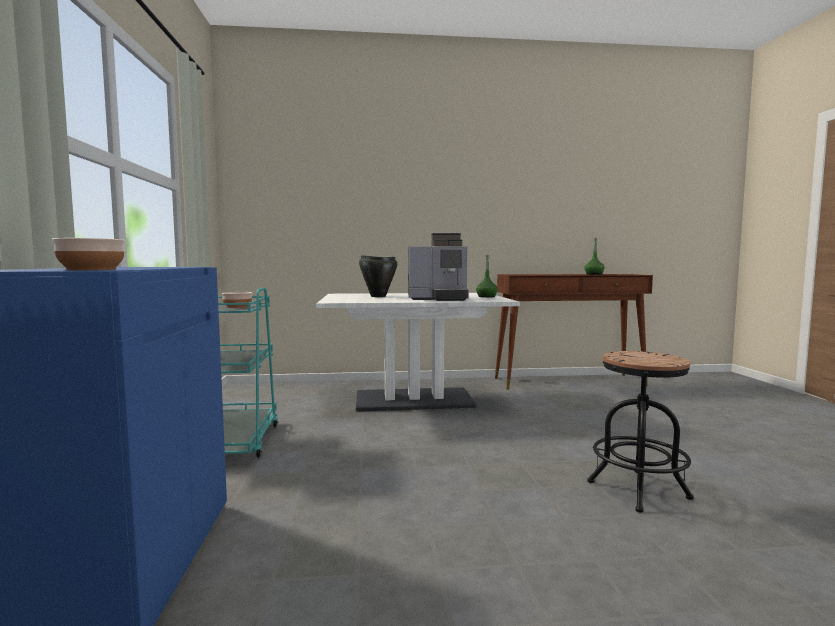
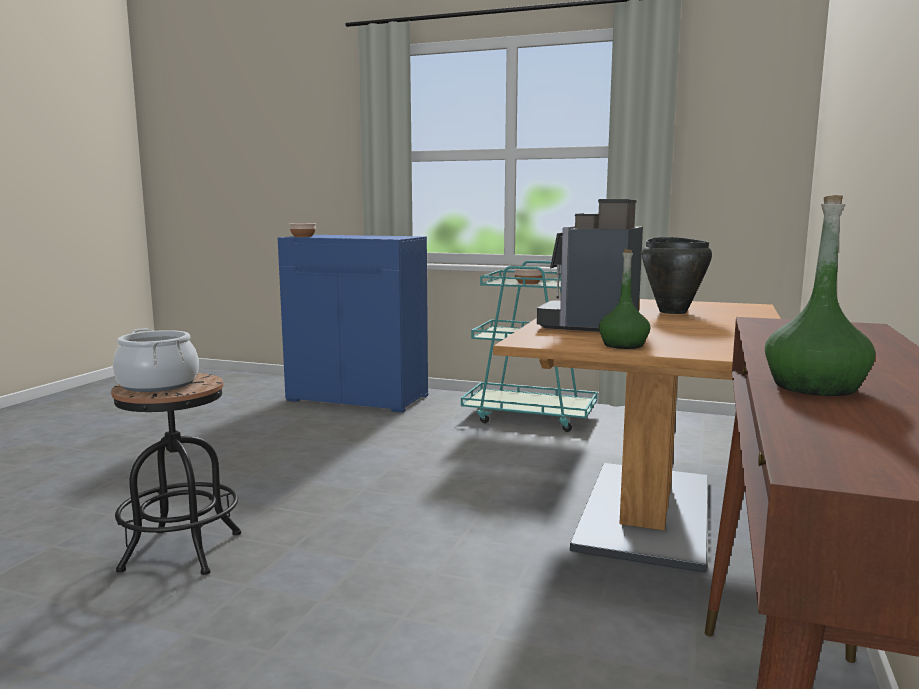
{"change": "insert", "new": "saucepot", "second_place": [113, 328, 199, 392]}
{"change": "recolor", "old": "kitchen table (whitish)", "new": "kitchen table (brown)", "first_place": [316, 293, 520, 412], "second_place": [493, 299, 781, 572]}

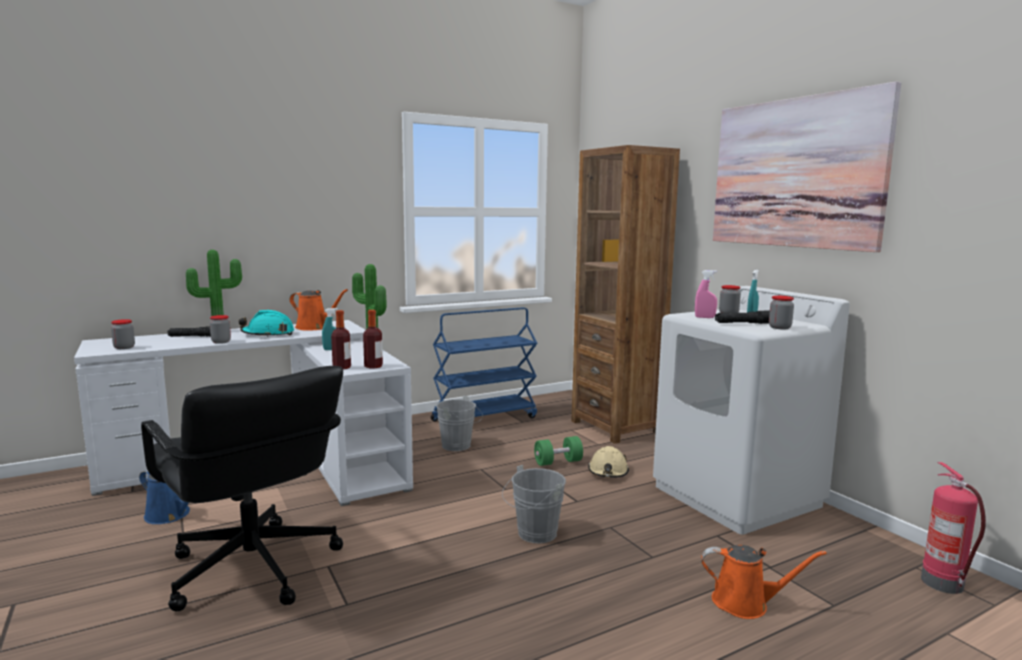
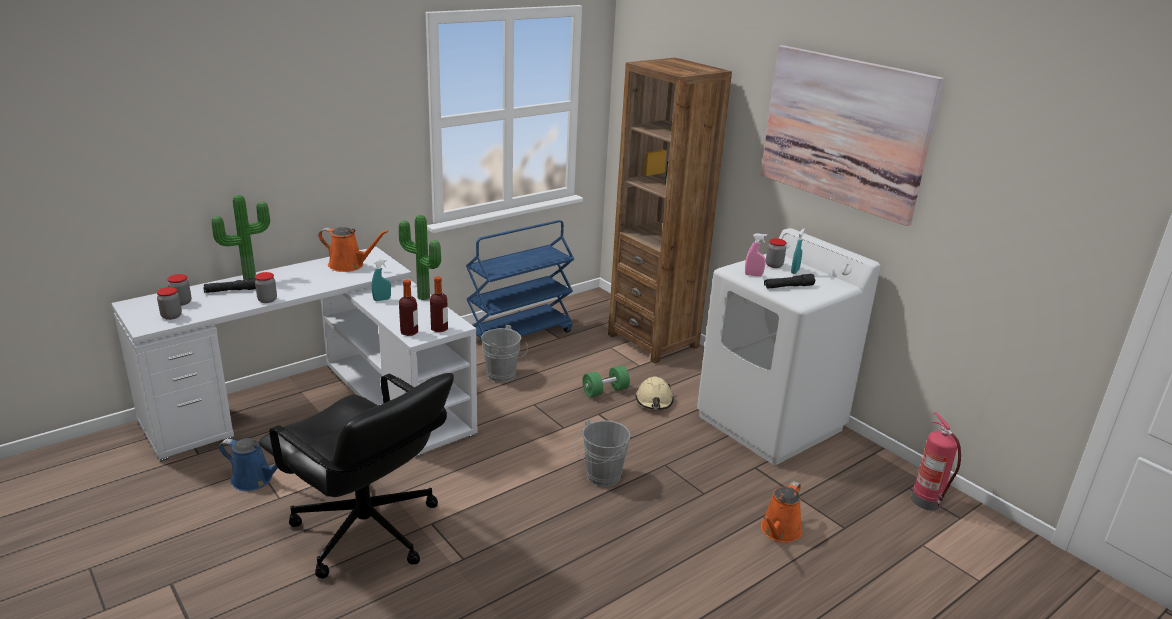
{"change": "delete", "old": "safety helmet (turquoise-coloured)", "first_place": [239, 310, 294, 337]}
{"change": "move", "old": "jar", "first_place": [769, 296, 794, 329], "second_place": [167, 274, 191, 306]}
{"change": "rotate", "old": "sprinkling can (orange)", "first_place": [701, 545, 827, 619], "second_place": [761, 481, 802, 543], "degrees": 120}

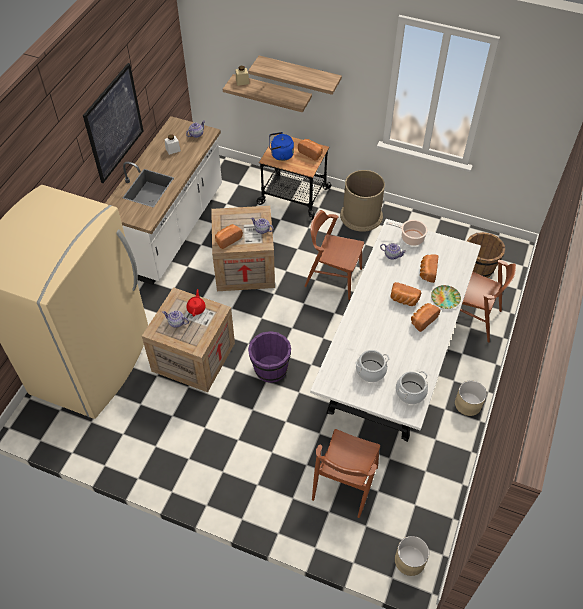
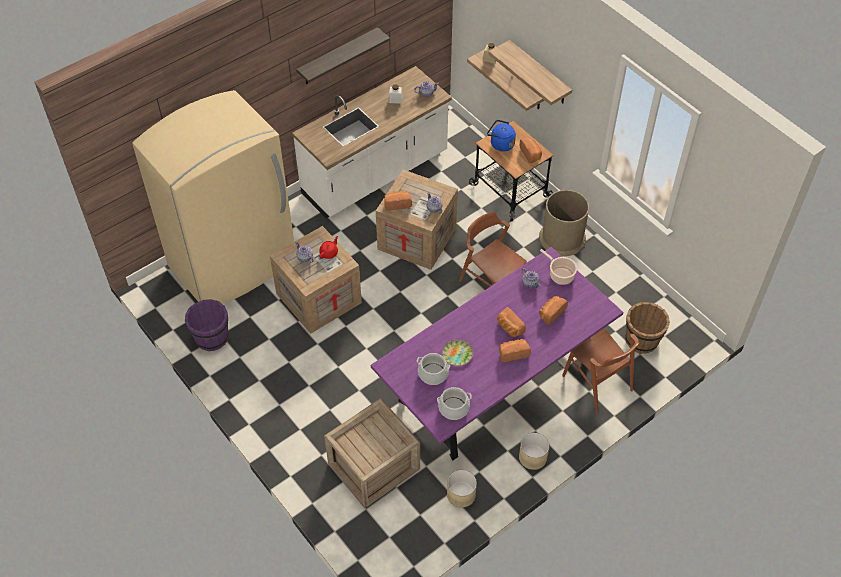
{"change": "move", "old": "water bucket (purple)", "first_place": [248, 331, 291, 383], "second_place": [185, 299, 228, 351]}
{"change": "move", "old": "plant pot (sand-coloured)", "first_place": [395, 536, 429, 576], "second_place": [447, 470, 477, 508]}
{"change": "move", "old": "plate", "first_place": [431, 285, 461, 309], "second_place": [442, 340, 473, 366]}
{"change": "replace", "old": "picture", "new": "bracket shelf", "first_place": [83, 63, 143, 183], "second_place": [296, 27, 390, 84]}
{"change": "replace", "old": "chair (brown)", "new": "crate", "first_place": [312, 429, 380, 518], "second_place": [324, 398, 420, 508]}
{"change": "recolor", "old": "kitchen table (whitish)", "new": "kitchen table (purple)", "first_place": [310, 219, 481, 442], "second_place": [371, 247, 623, 461]}

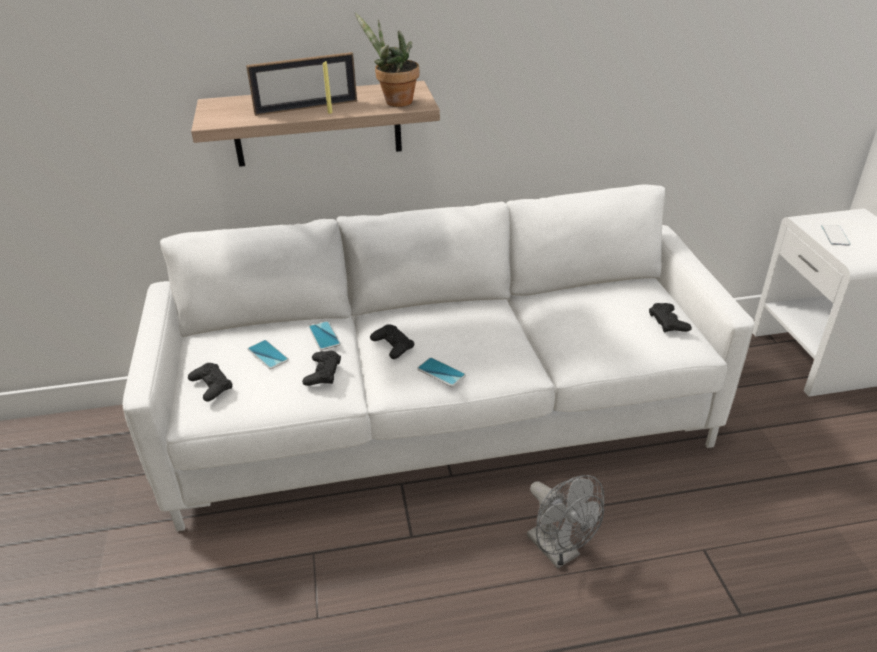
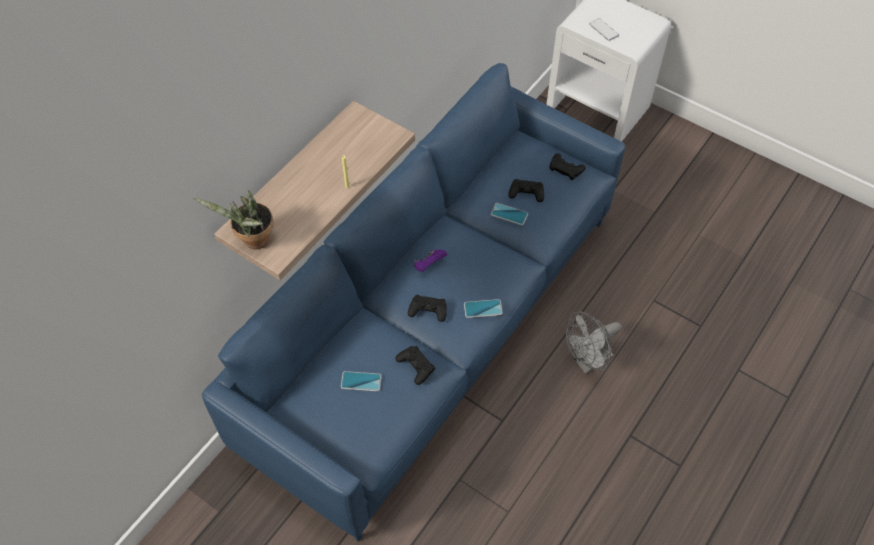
{"change": "delete", "old": "picture frame", "first_place": [246, 52, 357, 116]}
{"change": "insert", "new": "joypad (purple)", "second_place": [414, 249, 447, 272]}
{"change": "move", "old": "joypad (blackish)", "first_place": [188, 363, 233, 402], "second_place": [508, 179, 544, 202]}
{"change": "move", "old": "telephone", "first_place": [308, 321, 341, 350], "second_place": [491, 203, 528, 225]}
{"change": "move", "old": "potted plant", "first_place": [355, 13, 419, 107], "second_place": [193, 190, 274, 250]}
{"change": "recolor", "old": "sofa (whitish)", "new": "sofa (blue)", "first_place": [123, 185, 755, 531], "second_place": [202, 63, 625, 542]}
{"change": "rotate", "old": "fan (grey)", "first_place": [527, 475, 604, 569], "second_place": [566, 311, 622, 374], "degrees": 135}

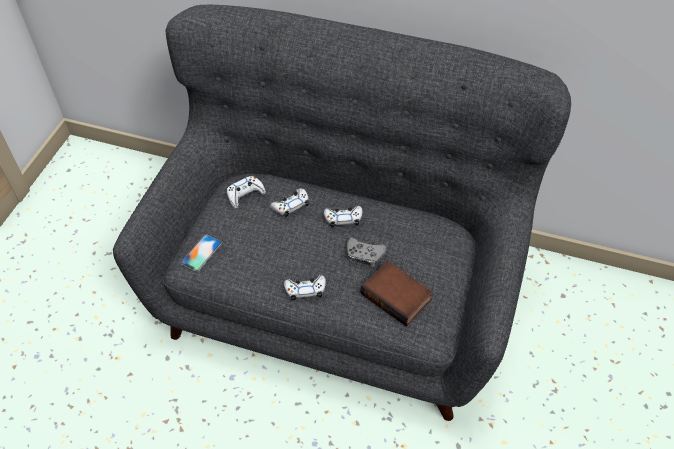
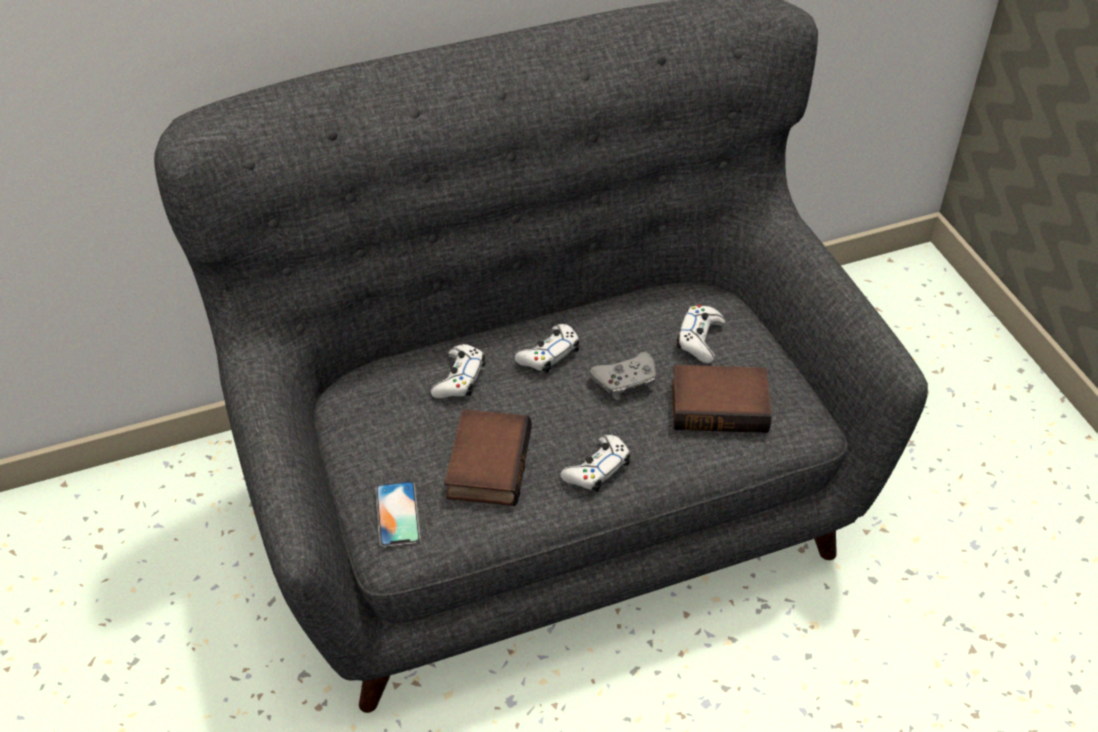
{"change": "insert", "new": "volume", "second_place": [445, 409, 532, 506]}
{"change": "move", "old": "joypad (whitish)", "first_place": [227, 176, 266, 209], "second_place": [677, 305, 726, 363]}

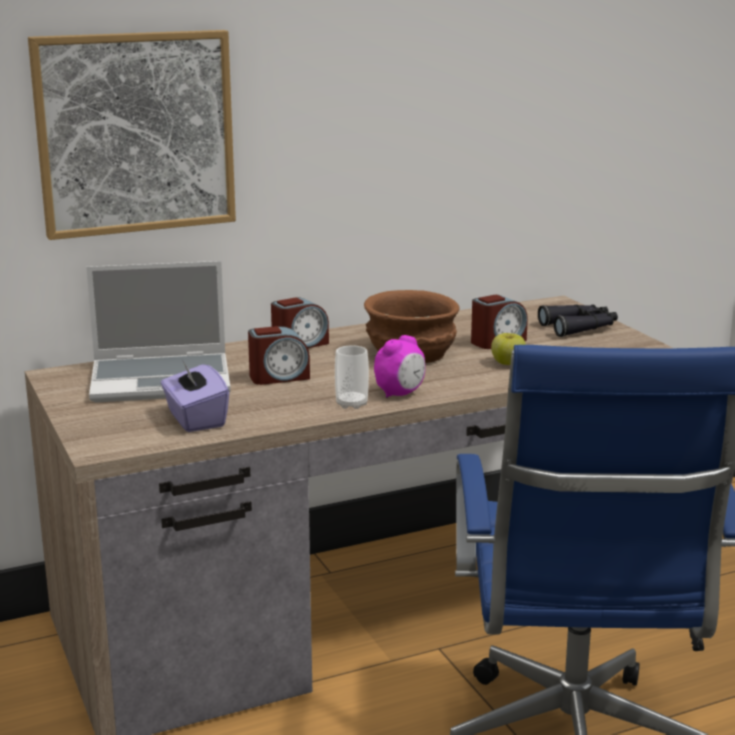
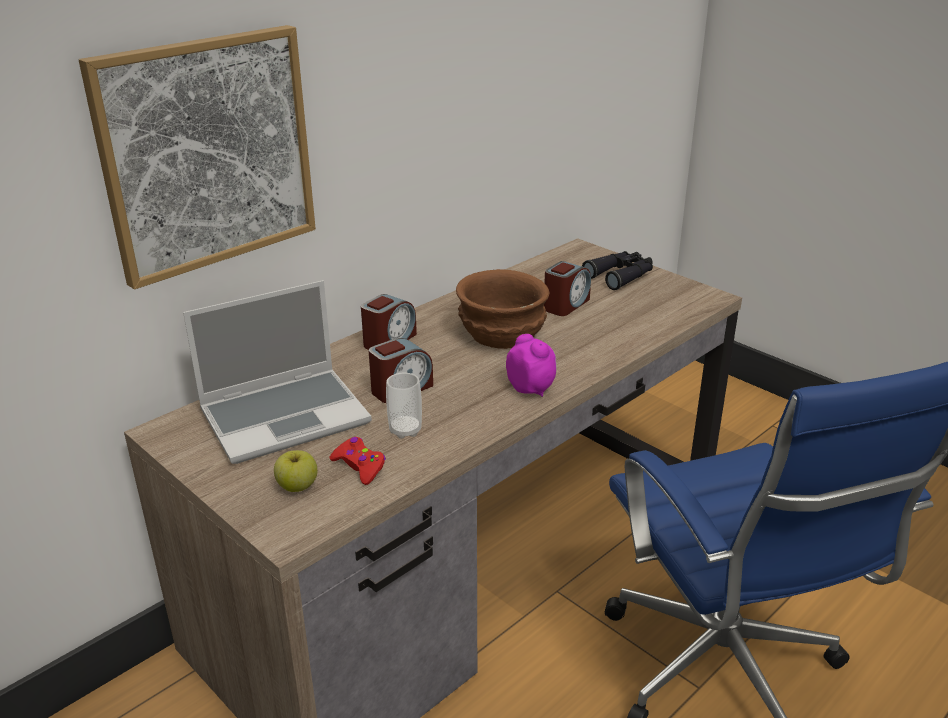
{"change": "move", "old": "cup", "first_place": [335, 345, 369, 409], "second_place": [386, 373, 422, 439]}
{"change": "move", "old": "apple", "first_place": [491, 333, 526, 365], "second_place": [274, 450, 317, 492]}
{"change": "replace", "old": "box of tissues (purple)", "new": "joypad (reddish)", "first_place": [161, 360, 229, 432], "second_place": [330, 437, 386, 485]}
{"change": "rotate", "old": "bedside clock", "first_place": [374, 335, 425, 398], "second_place": [506, 334, 557, 397], "degrees": -60}

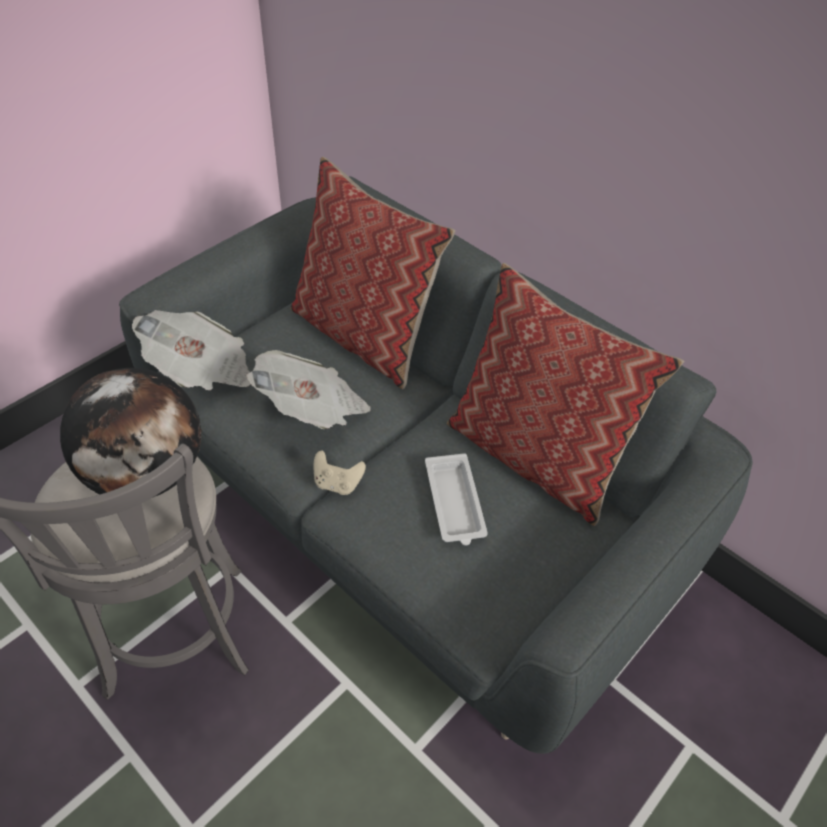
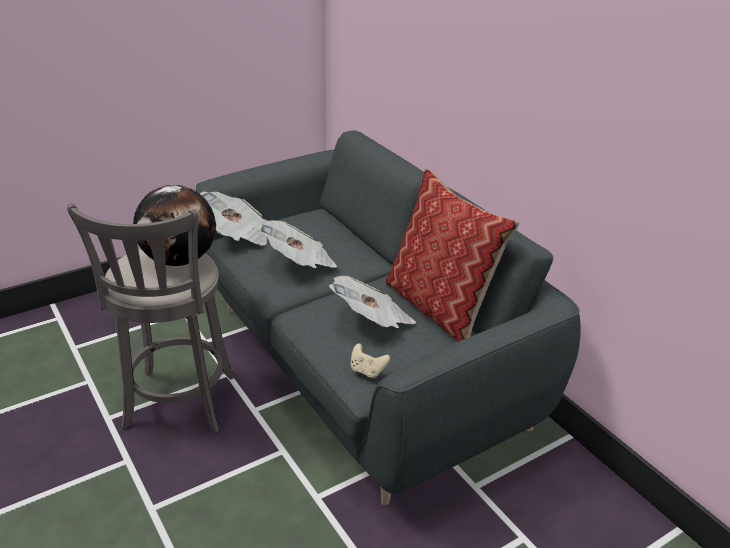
{"change": "delete", "old": "throw pillow", "first_place": [290, 157, 456, 390]}
{"change": "move", "old": "joypad (sand-coloured)", "first_place": [314, 450, 366, 495], "second_place": [351, 343, 390, 378]}
{"change": "replace", "old": "serving tray (whitish)", "new": "newspaper", "first_place": [425, 453, 488, 545], "second_place": [329, 276, 416, 328]}

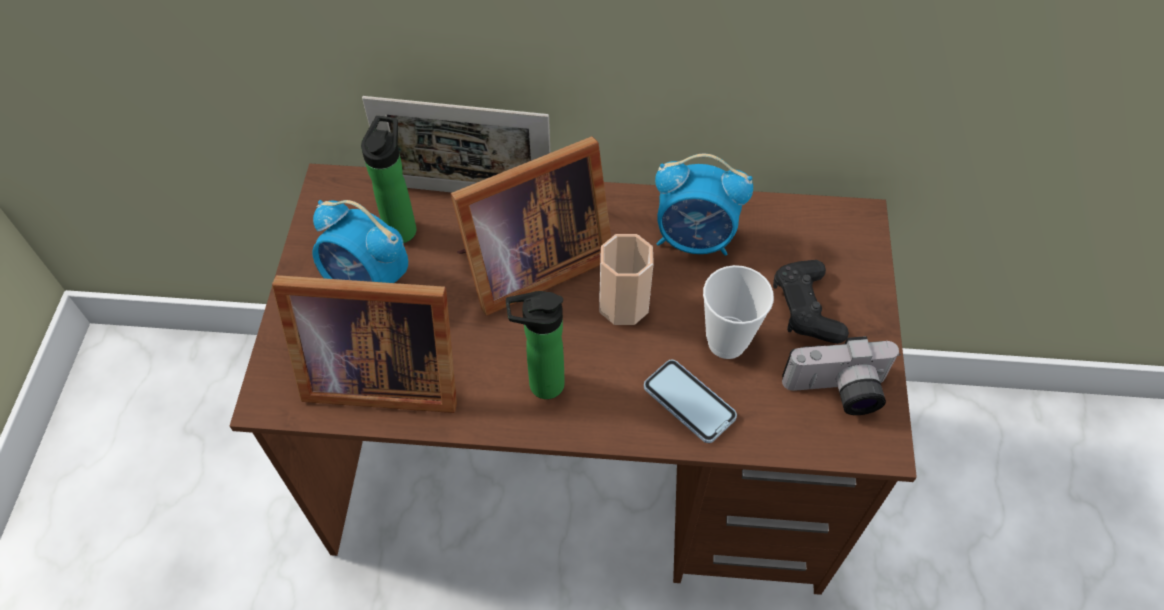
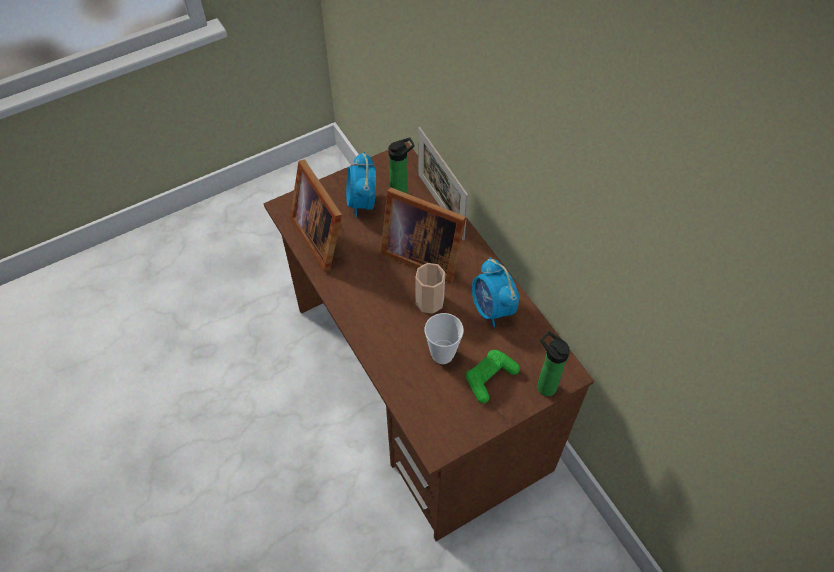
{"change": "delete", "old": "telephone", "first_place": [644, 360, 737, 443]}
{"change": "delete", "old": "still camera", "first_place": [782, 336, 901, 415]}
{"change": "move", "old": "drink bottle", "first_place": [506, 291, 565, 399], "second_place": [537, 331, 570, 396]}
{"change": "recolor", "old": "joypad (blackish)", "new": "joypad (green)", "first_place": [773, 260, 849, 344], "second_place": [466, 350, 520, 403]}

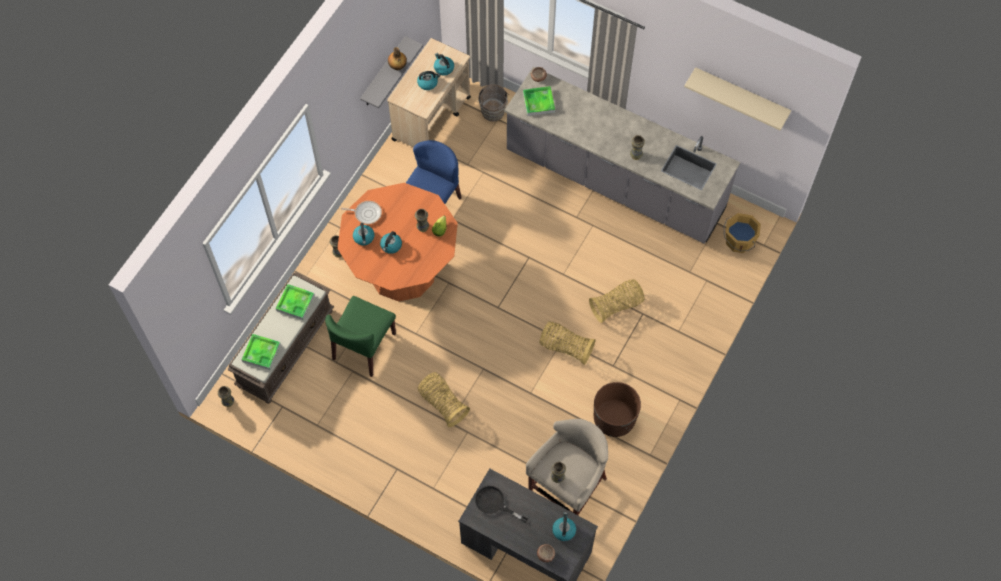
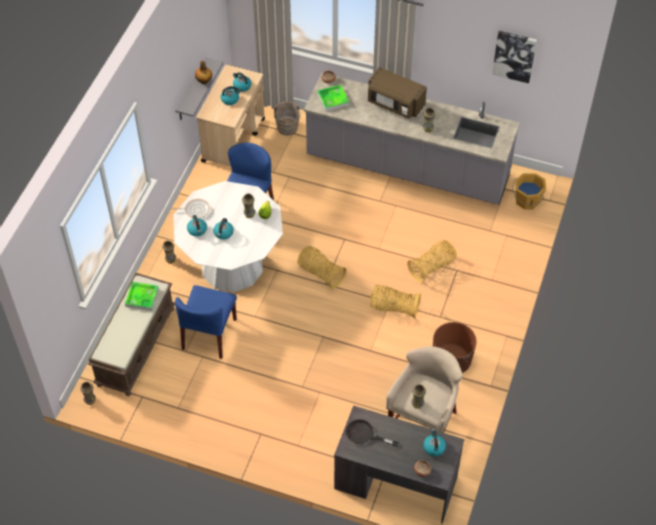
{"change": "delete", "old": "serving tray", "first_place": [242, 334, 281, 370]}
{"change": "insert", "new": "microwave oven (brown)", "second_place": [368, 67, 427, 119]}
{"change": "move", "old": "storage basket", "first_place": [418, 372, 470, 427], "second_place": [297, 246, 346, 289]}
{"change": "replace", "old": "bracket shelf (sand-coloured)", "new": "picture", "first_place": [684, 67, 791, 131], "second_place": [492, 31, 537, 83]}
{"change": "recolor", "old": "chair (green)", "new": "chair (blue)", "first_place": [325, 296, 396, 377], "second_place": [175, 285, 237, 359]}
{"change": "recolor", "old": "kitchen table (orange)", "new": "kitchen table (whitish)", "first_place": [337, 183, 458, 302], "second_place": [173, 181, 283, 292]}

